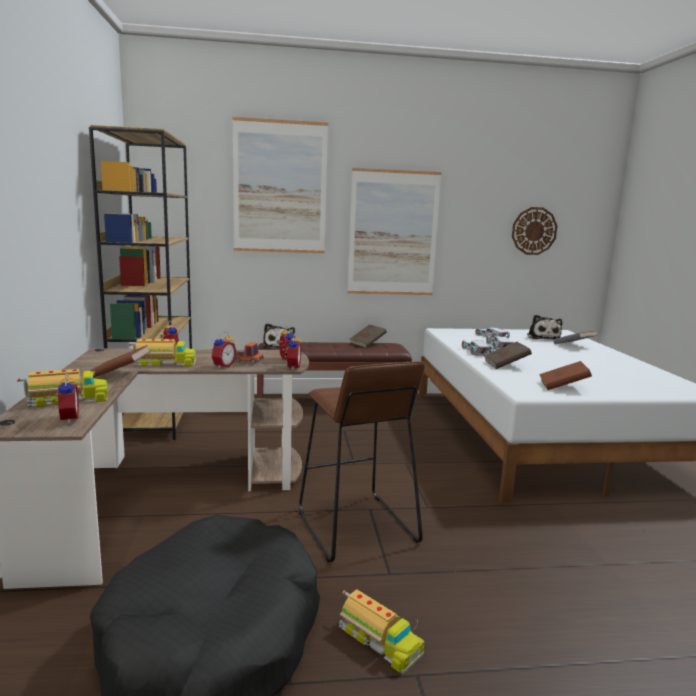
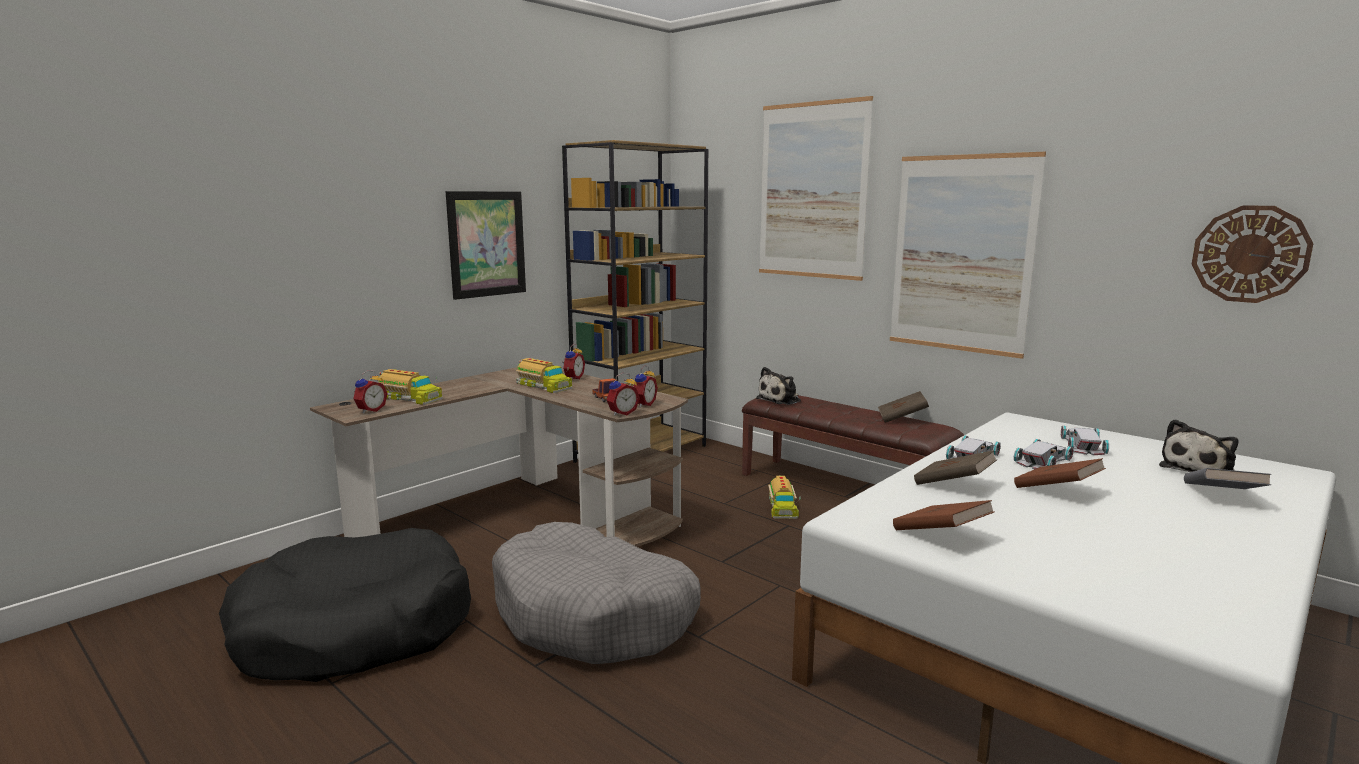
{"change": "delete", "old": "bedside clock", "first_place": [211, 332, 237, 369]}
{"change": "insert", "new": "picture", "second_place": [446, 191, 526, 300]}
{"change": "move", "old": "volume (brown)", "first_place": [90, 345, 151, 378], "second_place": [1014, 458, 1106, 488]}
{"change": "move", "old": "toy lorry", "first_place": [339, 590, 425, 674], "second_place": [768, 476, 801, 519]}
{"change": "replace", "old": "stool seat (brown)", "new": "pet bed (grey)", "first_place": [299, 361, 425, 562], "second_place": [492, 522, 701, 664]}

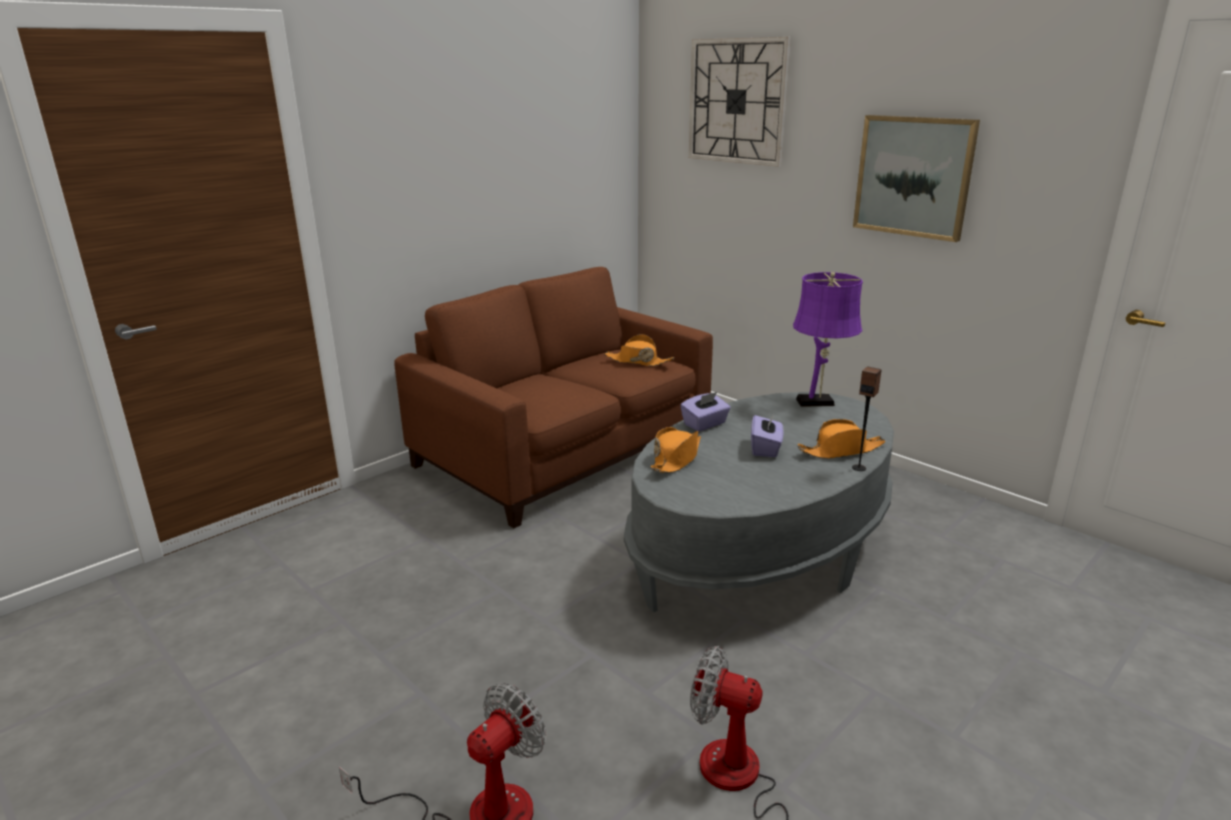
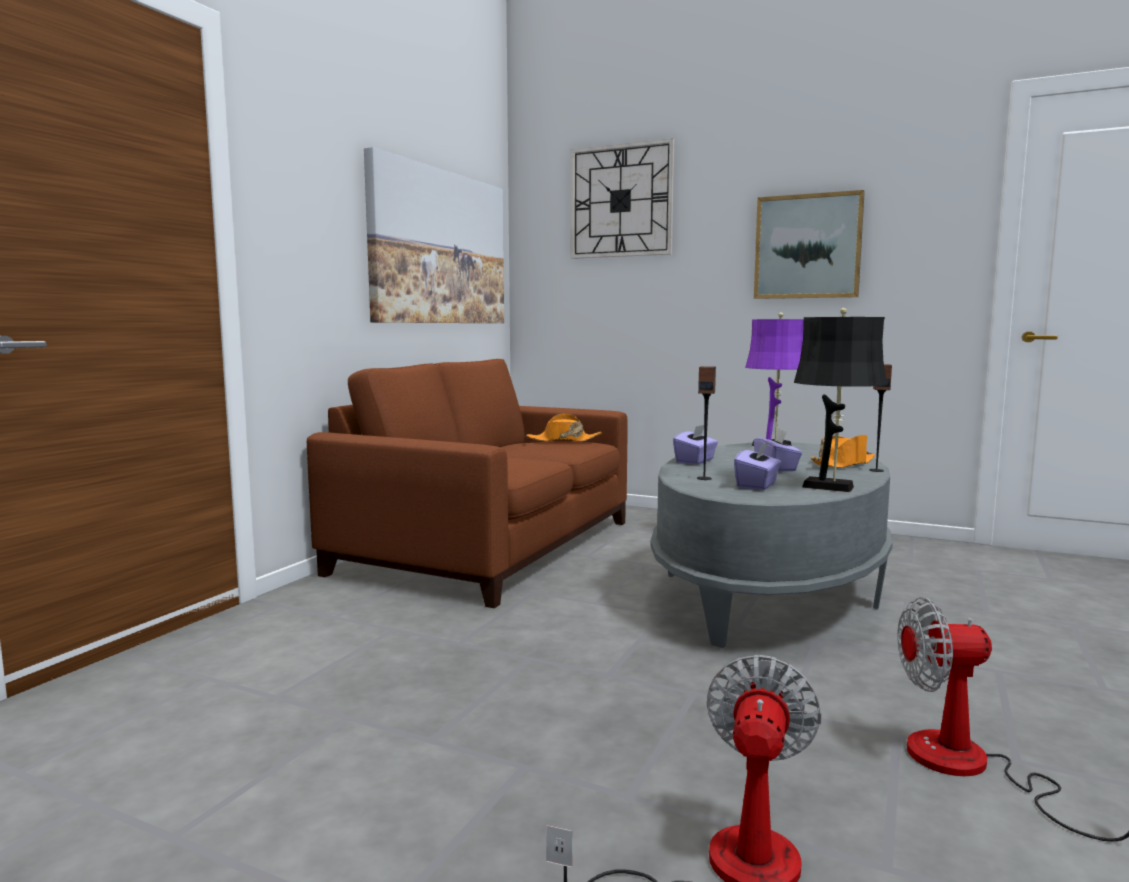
{"change": "insert", "new": "picture", "second_place": [364, 147, 504, 323]}
{"change": "insert", "new": "box of tissues (purple)", "second_place": [734, 442, 781, 490]}
{"change": "insert", "new": "table lamp (blackish)", "second_place": [794, 308, 888, 492]}
{"change": "replace", "old": "hat (orange)", "new": "loudspeaker", "first_place": [650, 427, 701, 473], "second_place": [697, 366, 716, 480]}

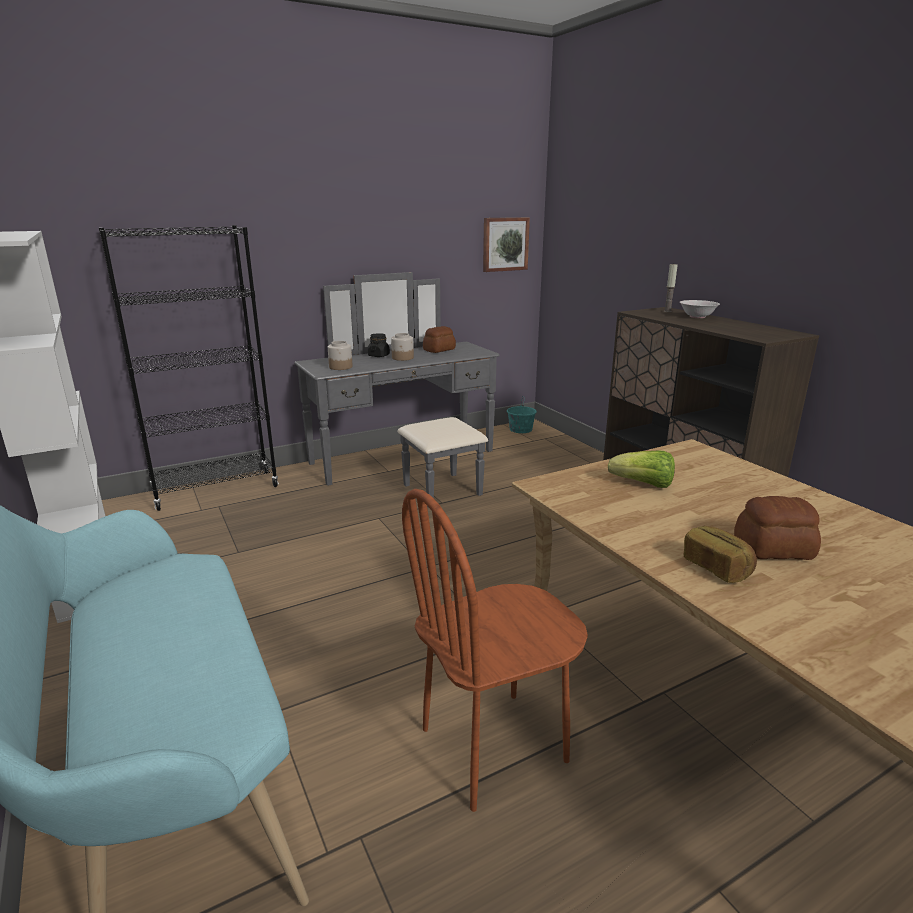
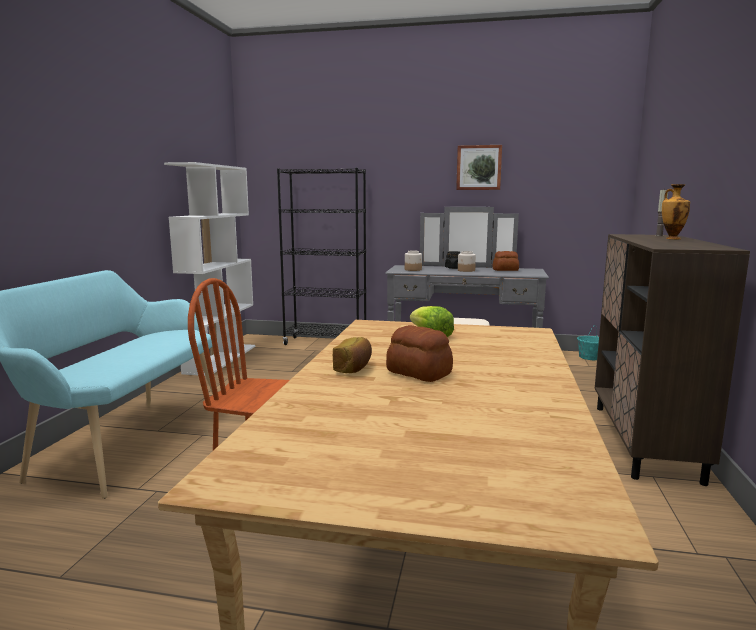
{"change": "move", "old": "picture", "first_place": [483, 217, 530, 272], "second_place": [456, 145, 502, 190]}
{"change": "replace", "old": "serving bowl (whitish)", "new": "decorative vase", "first_place": [680, 300, 720, 318], "second_place": [662, 184, 690, 239]}

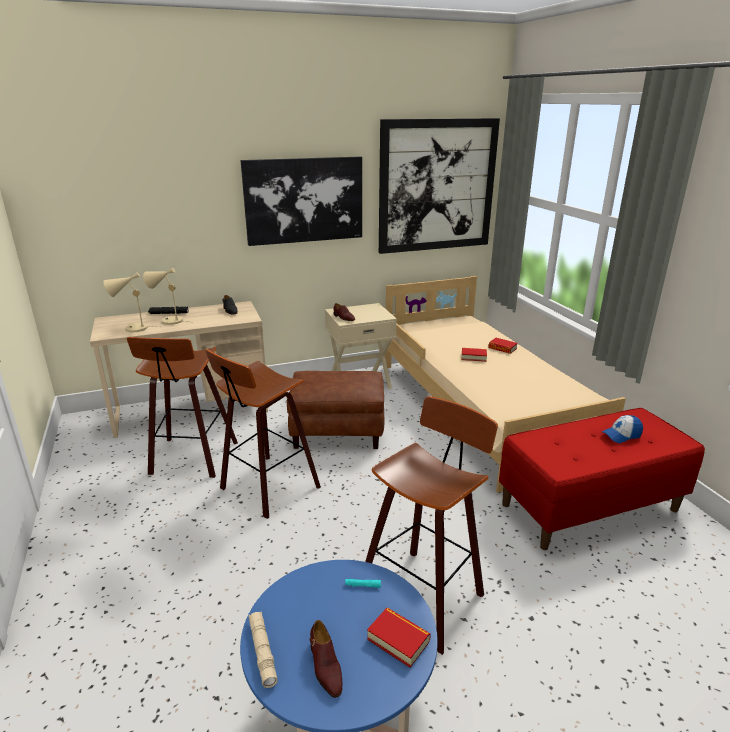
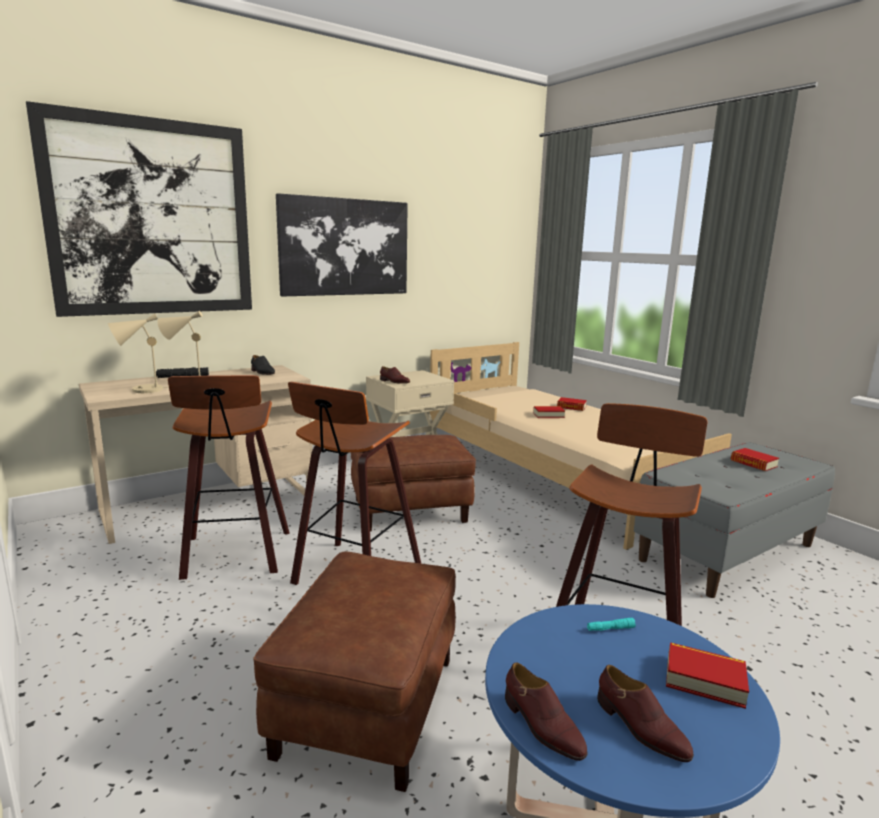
{"change": "insert", "new": "pouffe (brown)", "second_place": [253, 551, 456, 792]}
{"change": "move", "old": "picture", "first_place": [379, 118, 500, 254], "second_place": [26, 101, 252, 317]}
{"change": "replace", "old": "hand torch (sand-coloured)", "new": "shoe (brown)", "first_place": [248, 612, 278, 688], "second_place": [505, 663, 588, 761]}
{"change": "replace", "old": "baseball cap", "new": "volume", "first_place": [602, 415, 643, 443], "second_place": [731, 448, 779, 471]}
{"change": "recolor", "old": "bench (reddish)", "new": "bench (grey)", "first_place": [499, 408, 705, 550], "second_place": [634, 442, 835, 598]}

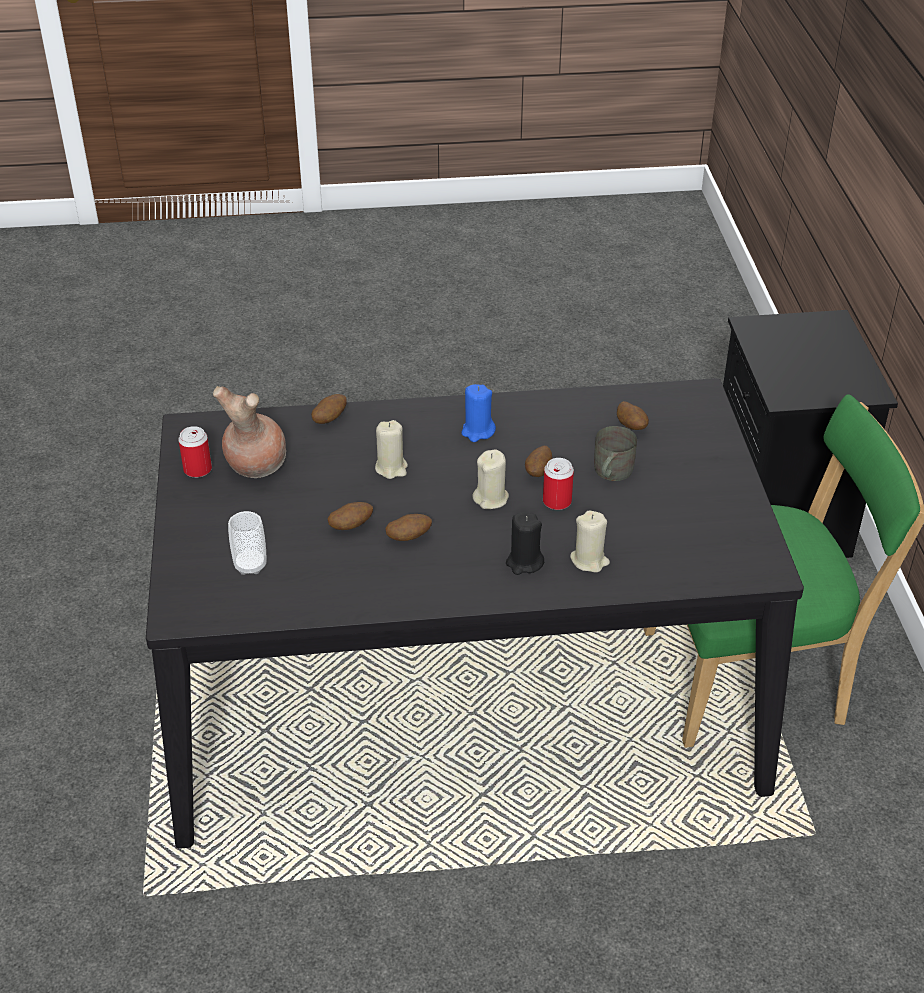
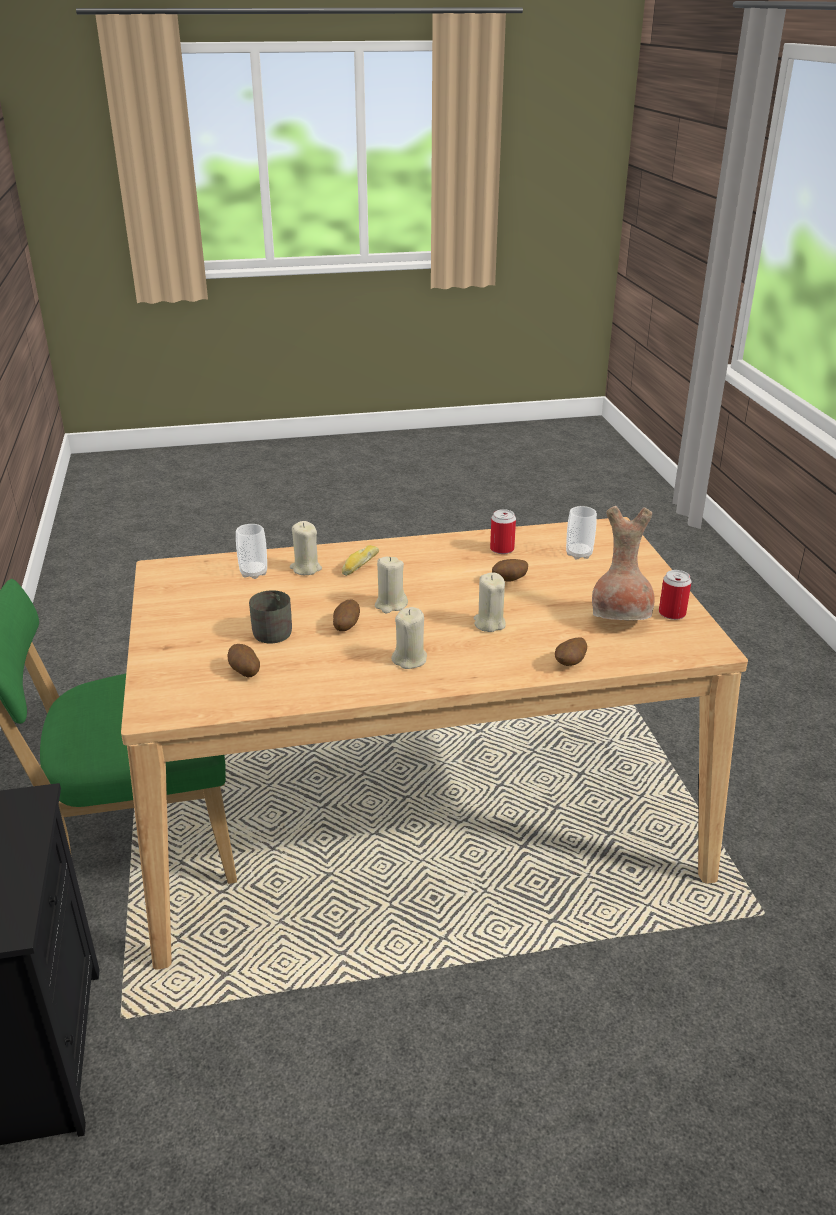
{"change": "delete", "old": "spud", "first_place": [385, 514, 432, 541]}
{"change": "insert", "new": "cup", "second_place": [236, 524, 267, 579]}
{"change": "move", "old": "sealed can", "first_place": [543, 458, 574, 510], "second_place": [490, 509, 516, 554]}
{"change": "replace", "old": "candle (blackish)", "new": "bakery bread", "first_place": [506, 512, 544, 575], "second_place": [342, 545, 379, 576]}
{"change": "recolor", "old": "kitchen table (blackish)", "new": "kitchen table (sand-coloured)", "first_place": [146, 378, 804, 848], "second_place": [121, 517, 748, 969]}
{"change": "recolor", "old": "candle (blue)", "new": "candle (sand-coloured)", "first_place": [462, 384, 496, 442], "second_place": [391, 607, 427, 669]}

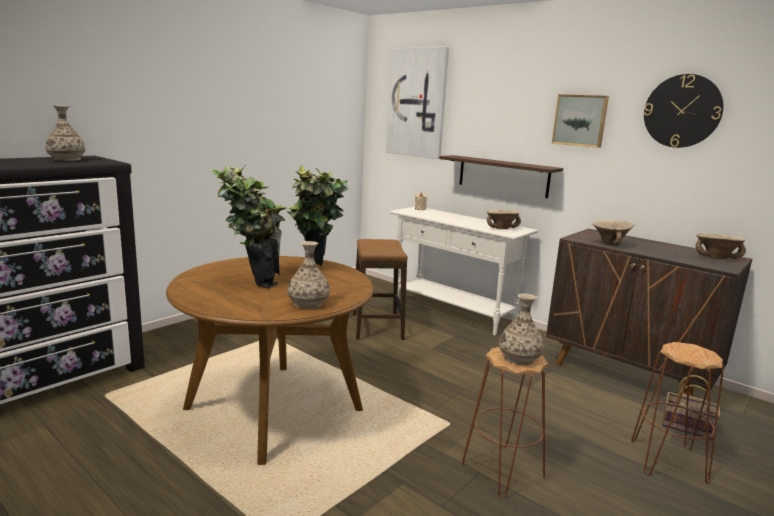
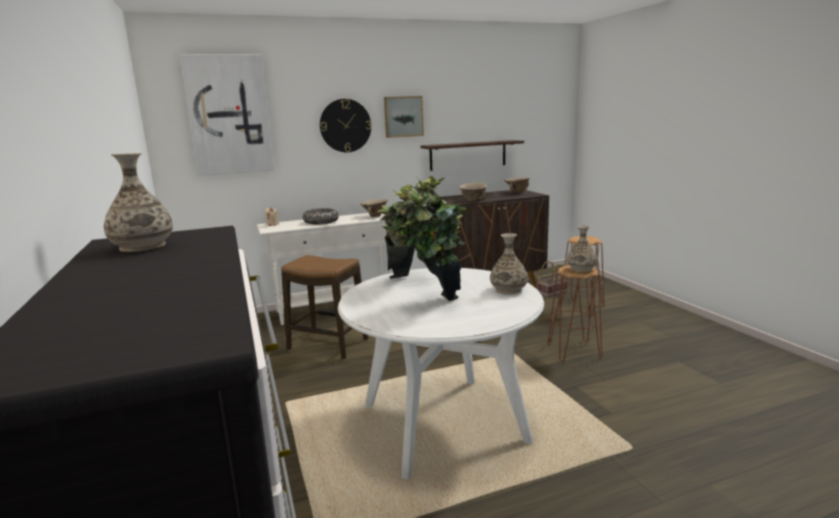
{"change": "insert", "new": "serving bowl", "second_place": [303, 208, 339, 225]}
{"change": "move", "old": "bracket shelf", "first_place": [439, 155, 563, 198], "second_place": [421, 140, 524, 171]}
{"change": "move", "old": "hanging clock", "first_place": [644, 74, 724, 148], "second_place": [320, 99, 371, 152]}
{"change": "recolor", "old": "kitchen table (brown)", "new": "kitchen table (whitish)", "first_place": [166, 256, 374, 465], "second_place": [338, 268, 544, 479]}

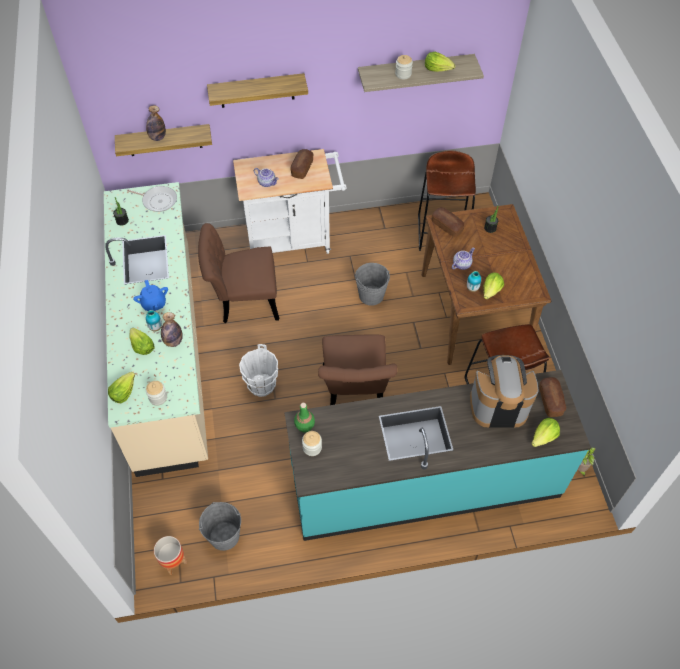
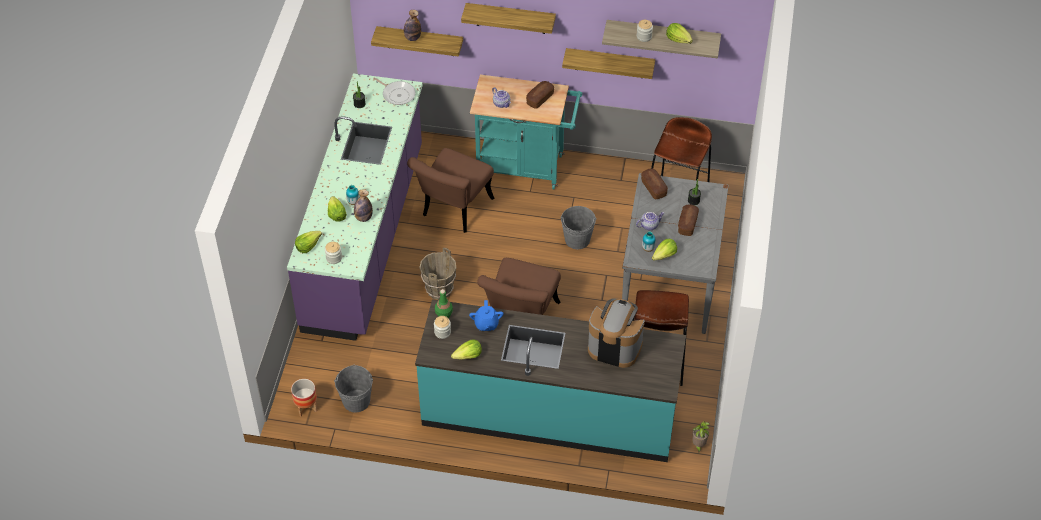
{"change": "insert", "new": "bracket shelf", "second_place": [562, 48, 655, 79]}
{"change": "move", "old": "pot for tea (blue)", "first_place": [133, 280, 168, 311], "second_place": [469, 300, 504, 331]}
{"change": "move", "old": "head of lettuce", "first_place": [531, 418, 560, 447], "second_place": [451, 339, 482, 360]}
{"change": "move", "old": "bakery bread", "first_place": [539, 377, 566, 417], "second_place": [678, 204, 699, 236]}
{"change": "recolor", "old": "counter (sand-coloured)", "new": "counter (purple)", "first_place": [104, 182, 208, 477], "second_place": [287, 73, 423, 341]}
{"change": "recolor", "old": "cart (whitish)", "new": "cart (turquoise-coloured)", "first_place": [233, 149, 347, 254], "second_place": [470, 75, 582, 189]}
{"change": "recolor", "old": "water bucket (whitish)", "new": "water bucket (brown)", "first_place": [239, 344, 278, 397], "second_place": [419, 248, 456, 300]}
{"change": "recolor", "old": "kitchen table (brown)", "new": "kitchen table (grey)", "first_place": [422, 204, 552, 365], "second_place": [622, 173, 729, 334]}
{"change": "rotate", "old": "chair (brown)", "first_place": [198, 223, 279, 323], "second_place": [407, 148, 495, 233], "degrees": -75}

